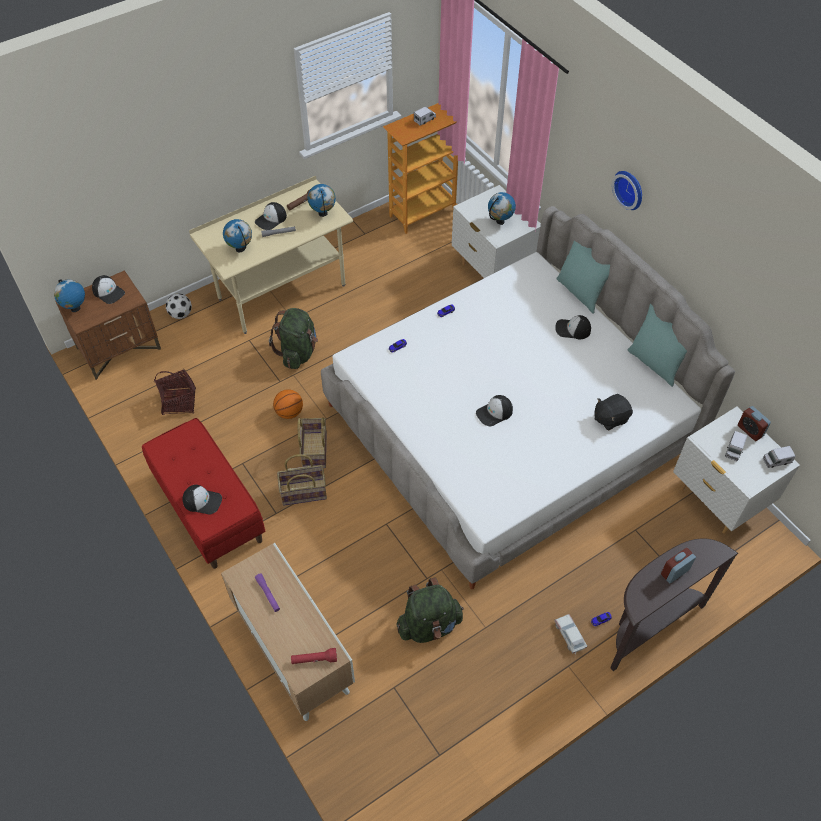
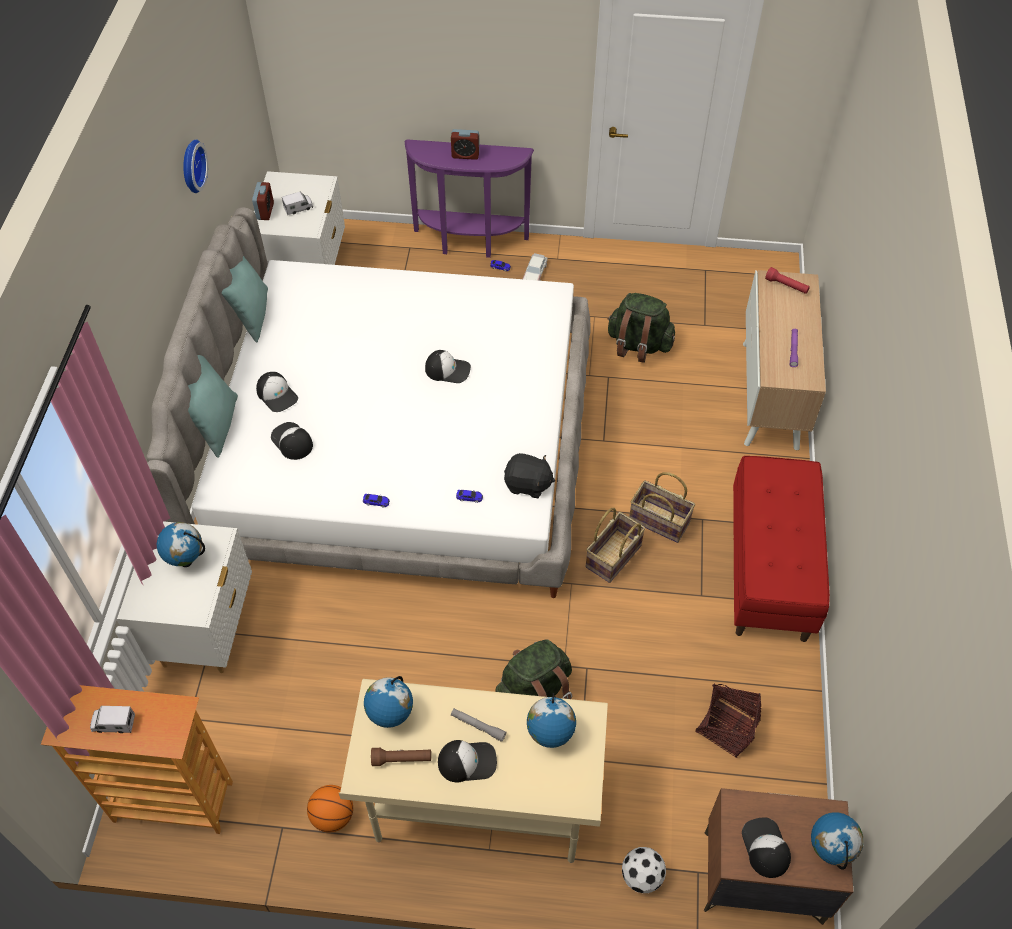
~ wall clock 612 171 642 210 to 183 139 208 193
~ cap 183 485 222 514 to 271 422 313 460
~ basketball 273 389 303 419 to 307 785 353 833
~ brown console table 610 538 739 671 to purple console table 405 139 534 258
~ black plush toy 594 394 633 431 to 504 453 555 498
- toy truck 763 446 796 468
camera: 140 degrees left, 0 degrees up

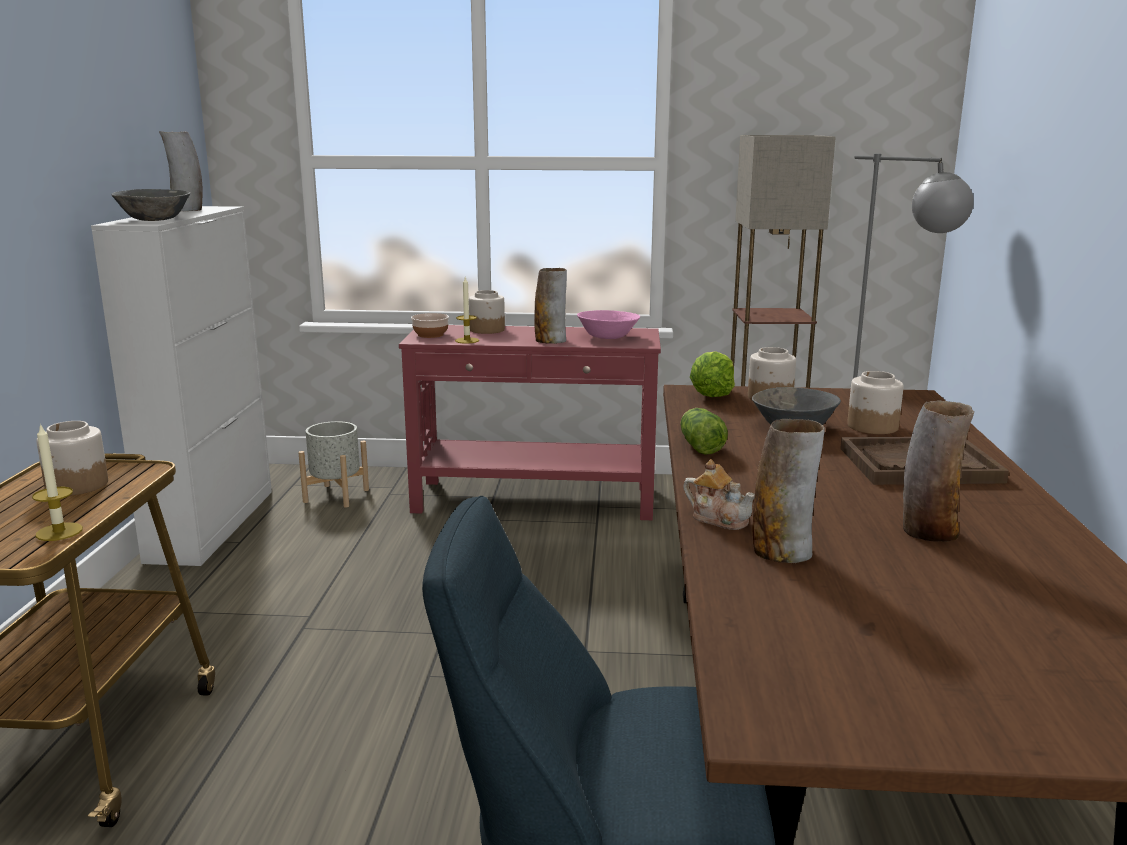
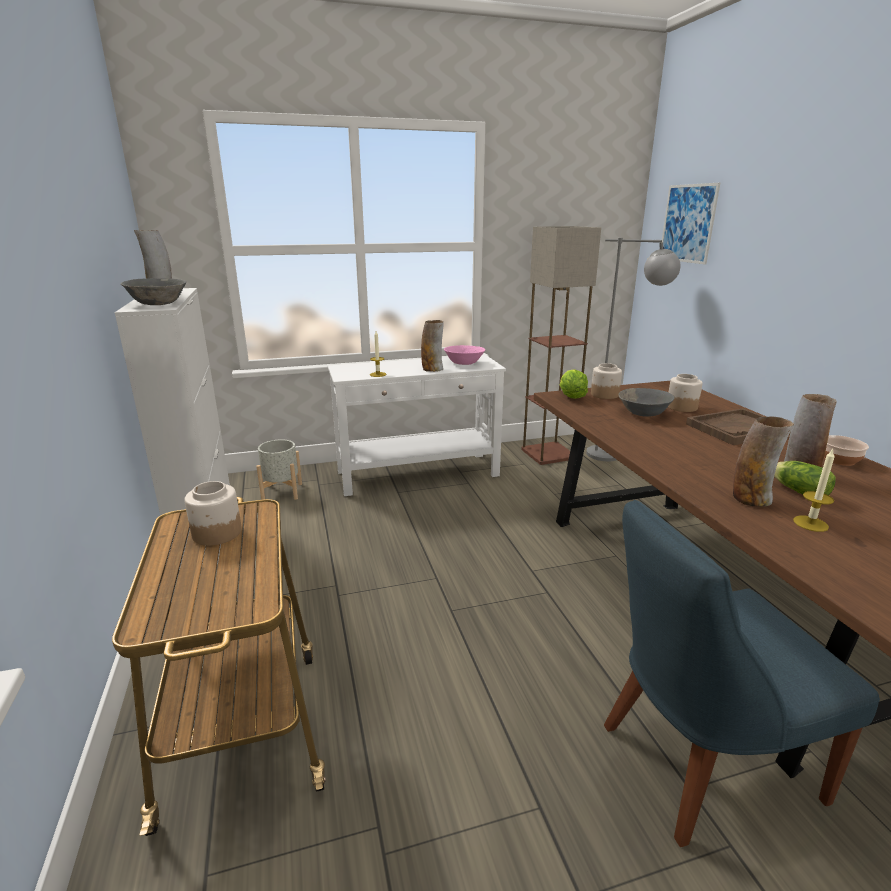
~ red console table 399 325 661 520 to white console table 328 354 506 496
+ picture 662 183 720 265
~ lettuce 680 408 728 455 to 774 461 836 495
~ candle 32 423 83 541 to 793 449 835 532
~ bowl 411 313 449 338 to 824 435 869 466
- jar 469 290 505 334
- teapot 683 459 755 530
camera: 20 degrees left, 5 degrees up

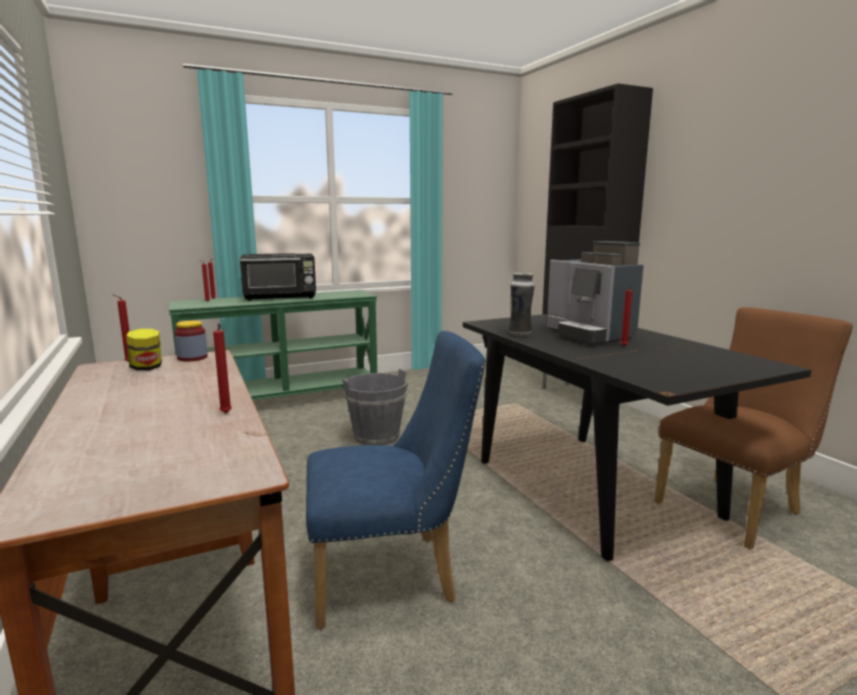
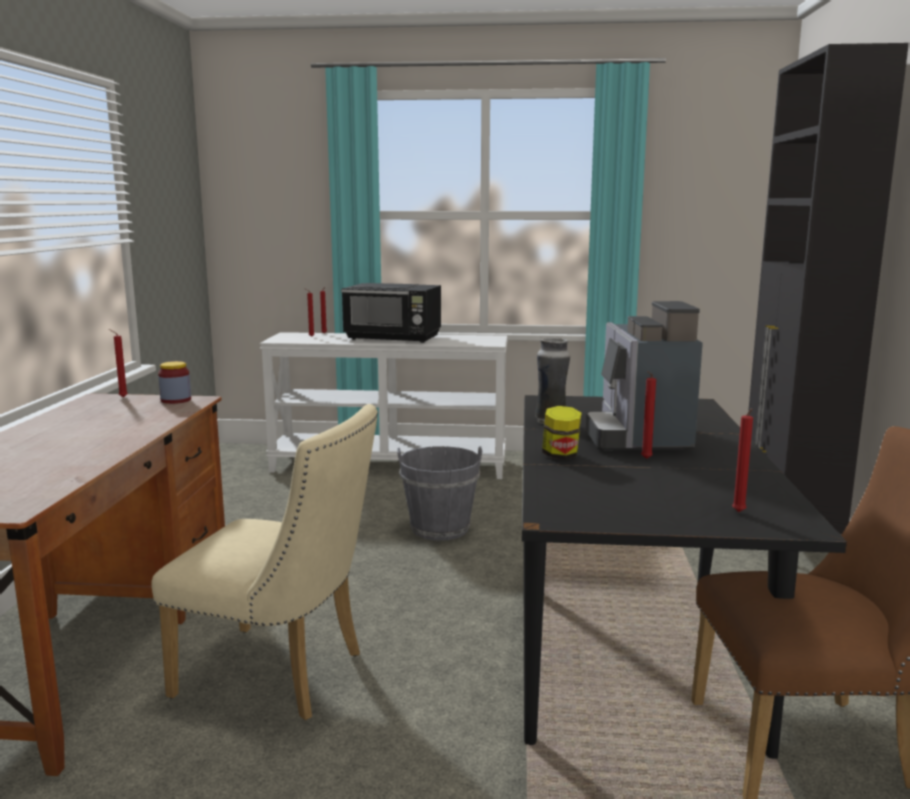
~ blue chair 306 331 485 629 to beige chair 151 404 378 720
~ green console table 169 290 377 401 to white console table 259 332 508 479
~ jar 126 329 162 371 to 542 406 581 460
~ red candle 213 323 232 413 to 732 409 753 512
camera: 30 degrees right, 0 degrees up

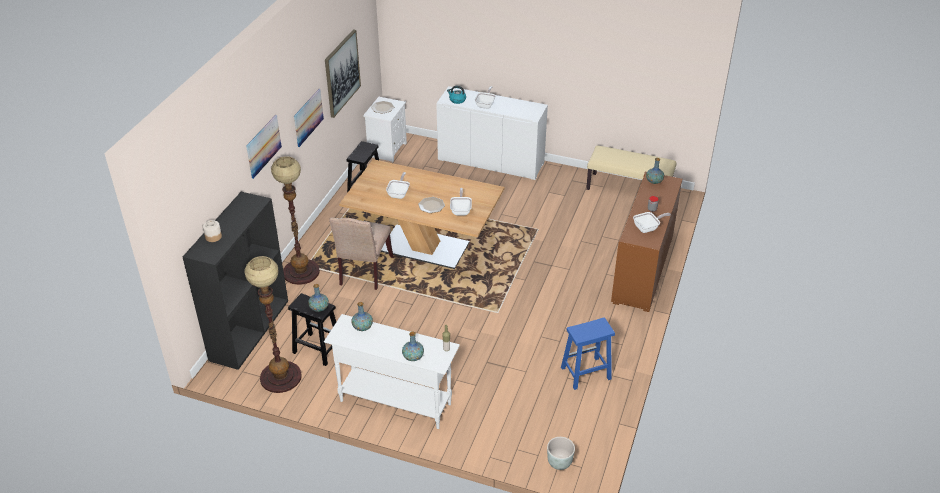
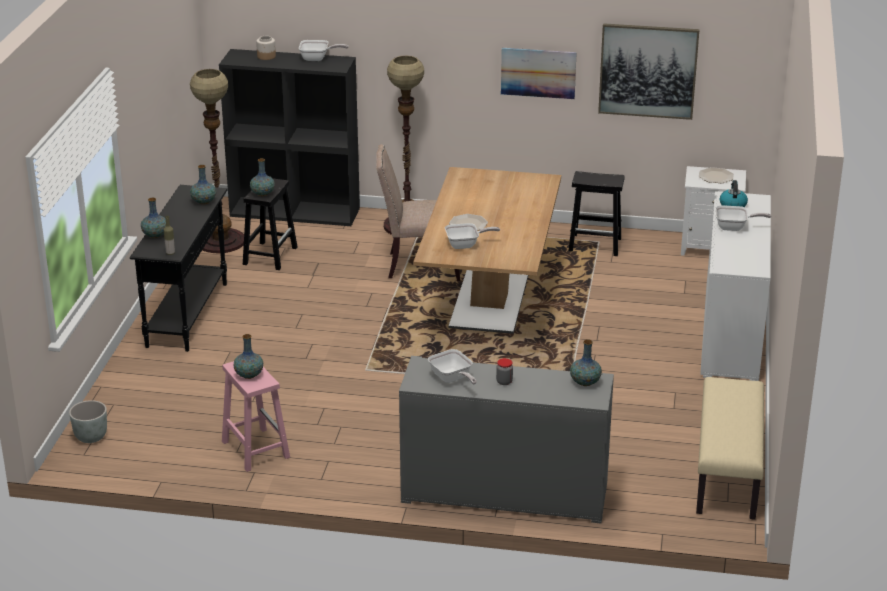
~ white console table 324 314 460 429 to black console table 130 185 228 352
~ blue stool 561 317 615 390 to pink stool 222 361 290 472
+ vase 233 334 263 379
~ frying pan 386 172 410 199 to 299 40 348 61
~ brown cabinet 611 172 683 312 to grey cabinet 399 356 614 524
- picture 246 115 282 179
camera: 80 degrees right, 10 degrees down

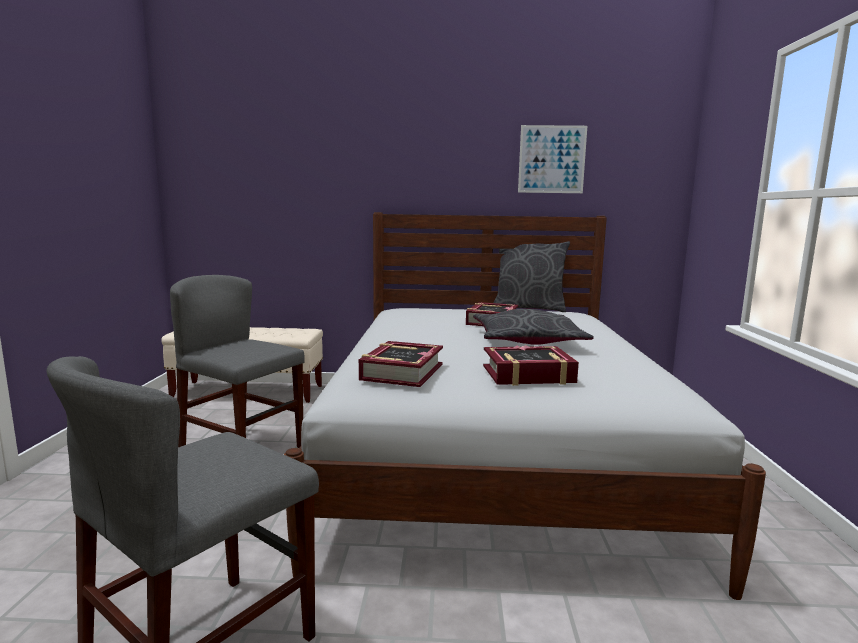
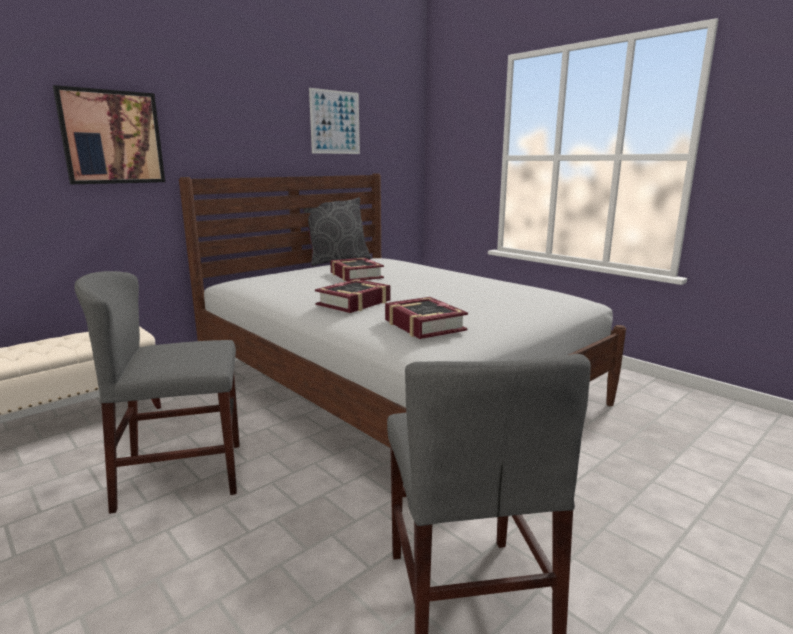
+ picture 53 85 165 184
~ book 483 345 579 386 to 315 279 391 313
- grey pillow 473 309 594 345
camera: 45 degrees left, 5 degrees up

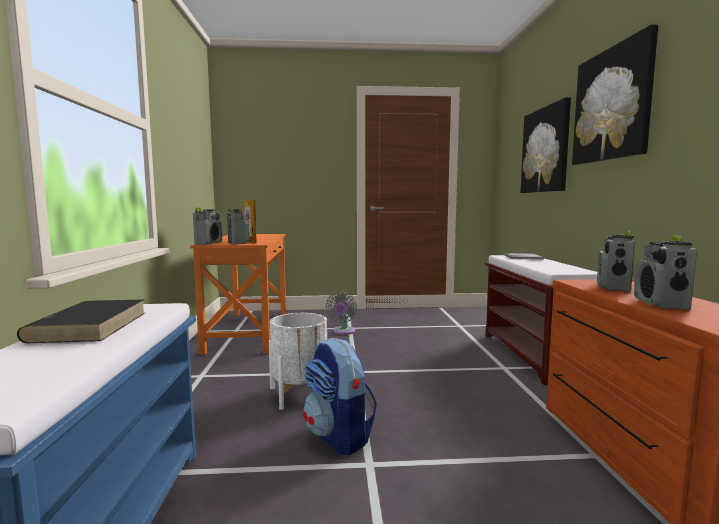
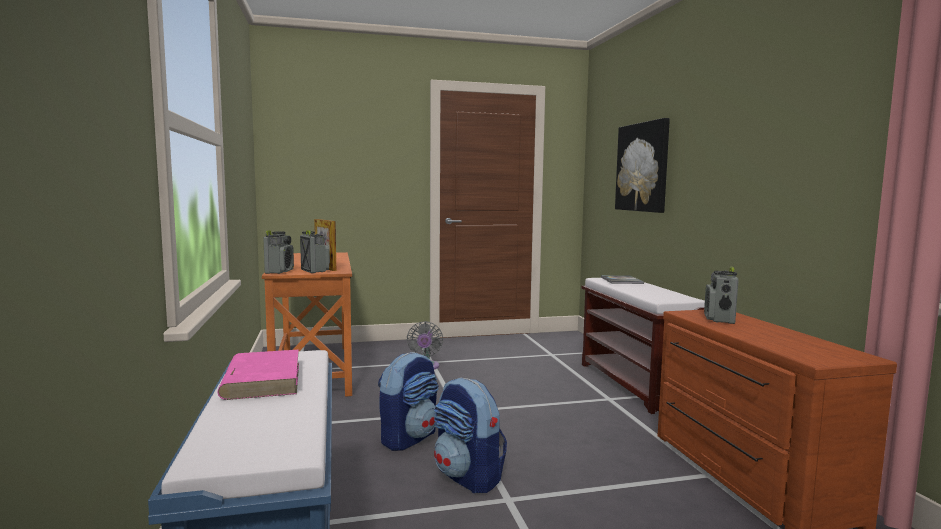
~ black book 17 299 145 343 to pink book 217 349 299 400
~ white planter 269 313 327 410 to backpack 378 352 439 451
- picture 572 24 658 165
- radio 634 235 697 310
camera: 10 degrees left, 0 degrees up

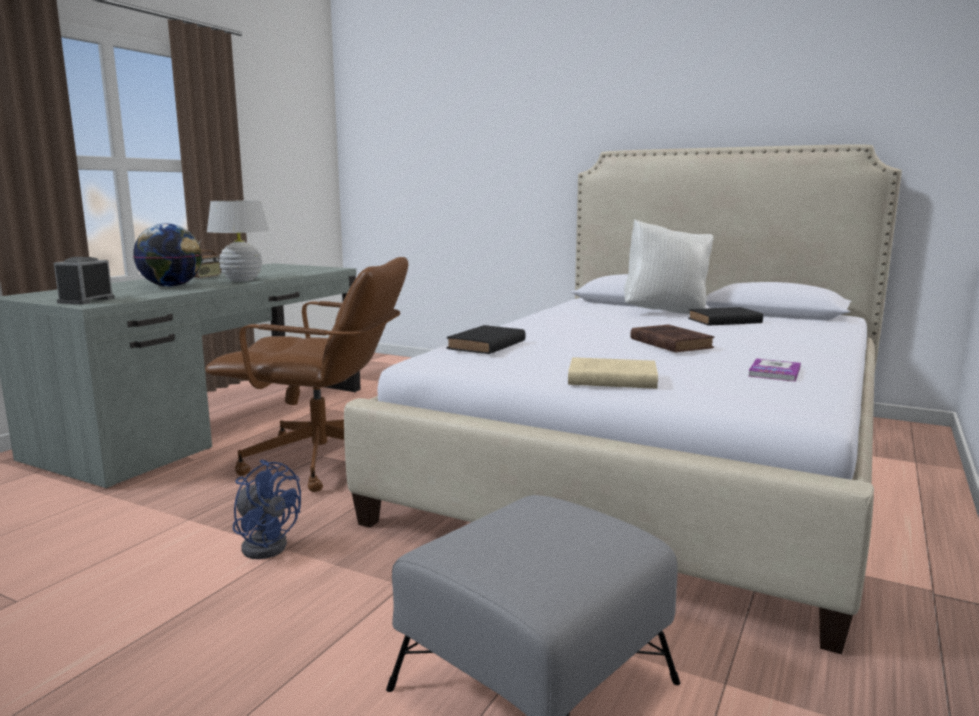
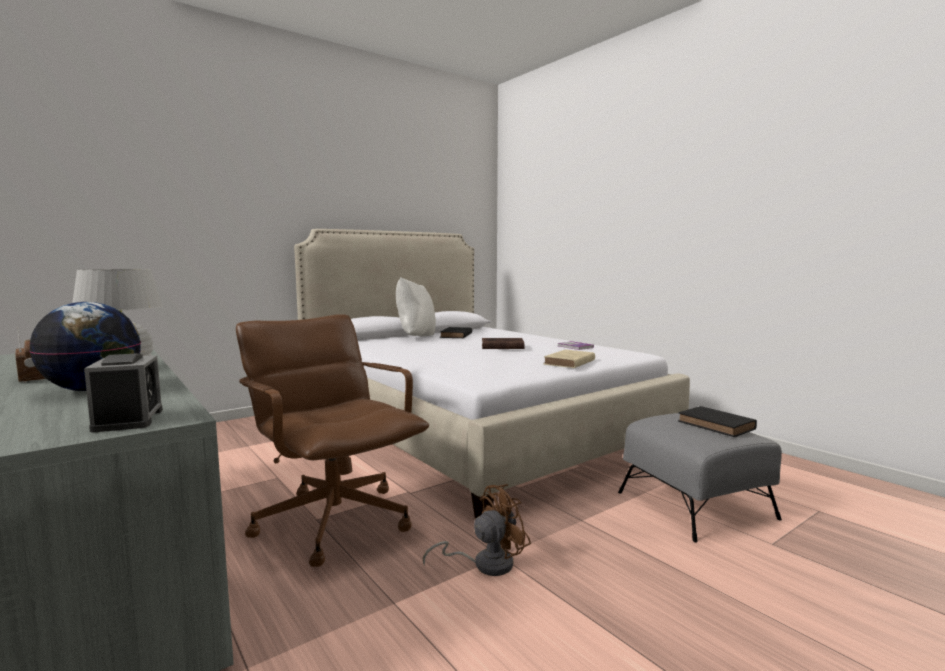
~ alarm clock 54 257 115 305 = 84 353 163 432 150 degrees counterclockwise
~ brown office chair 205 257 408 492 = 236 314 429 567 75 degrees counterclockwise
~ blue fan 233 459 301 559 to brown fan 423 484 531 576
~ black book 446 325 526 354 to 678 406 757 437
camera: 65 degrees left, 5 degrees down

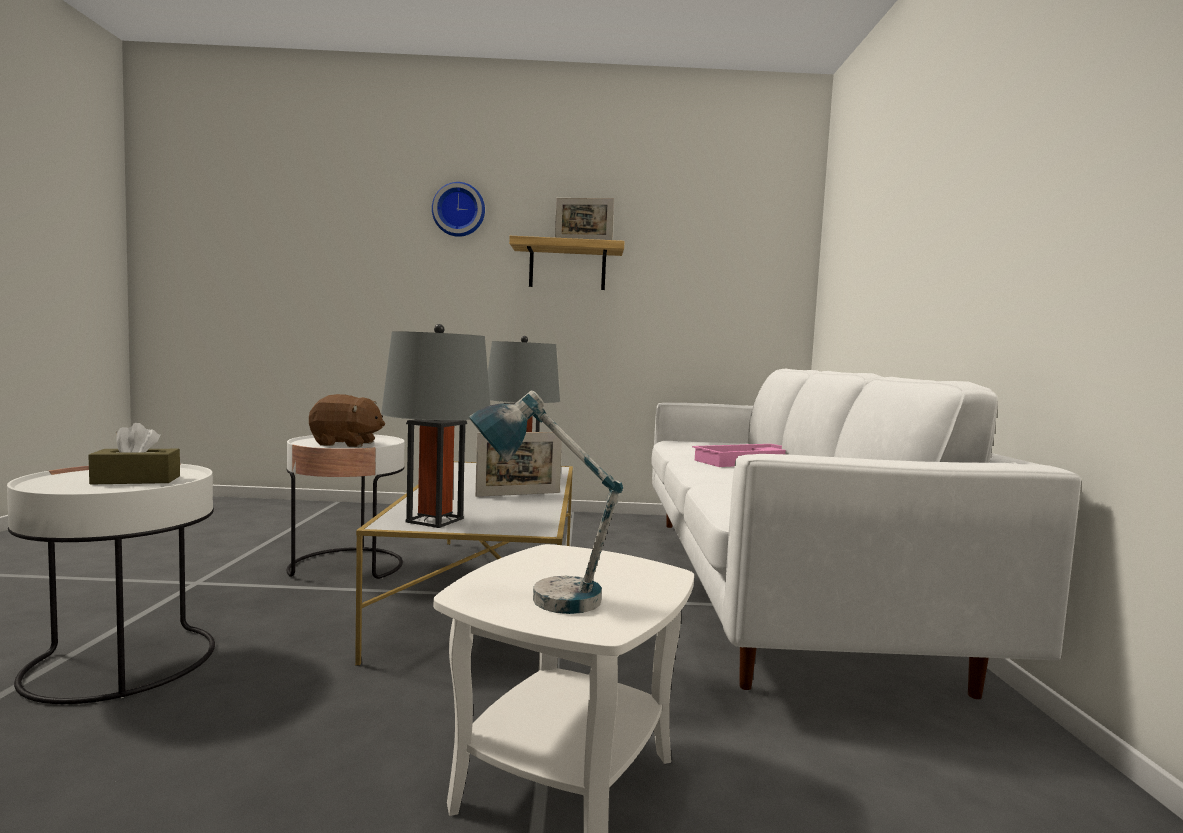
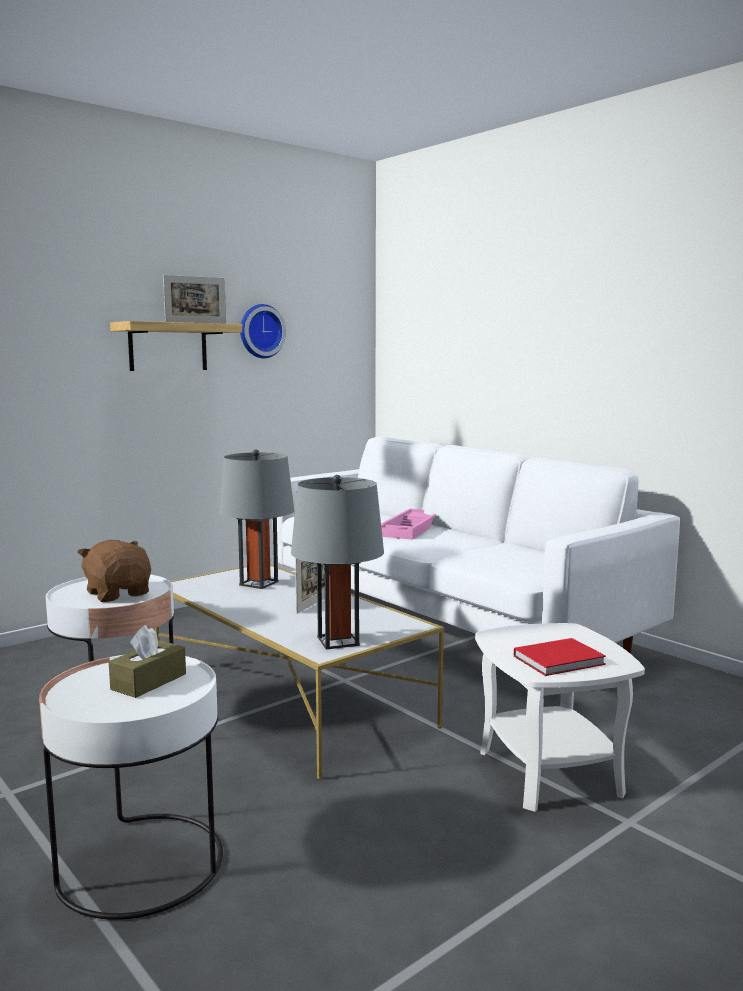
~ brown plush toy 309 394 385 447 = 77 540 151 602 90 degrees counterclockwise
~ wall clock 432 182 485 237 to 240 304 286 358
~ table lamp 469 391 623 614 to red book 514 638 606 676
camera: 40 degrees left, 5 degrees up

